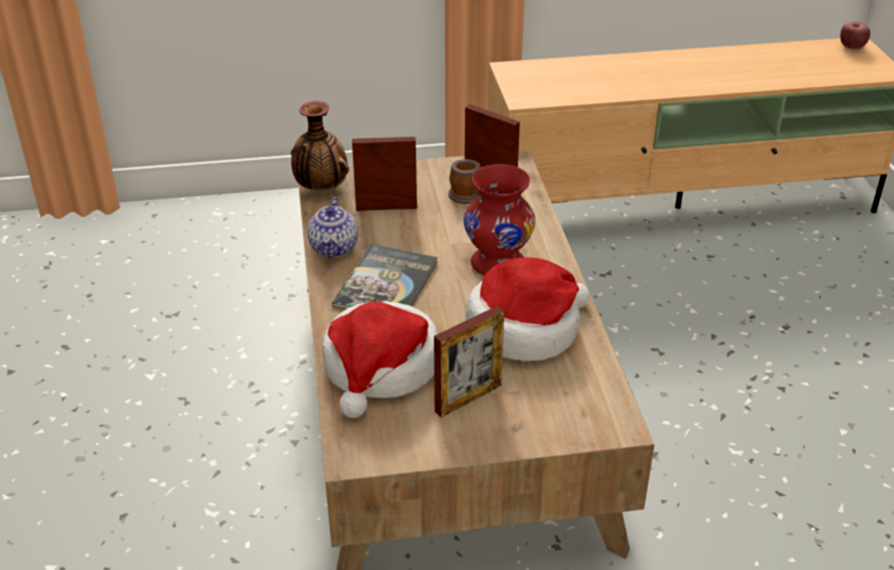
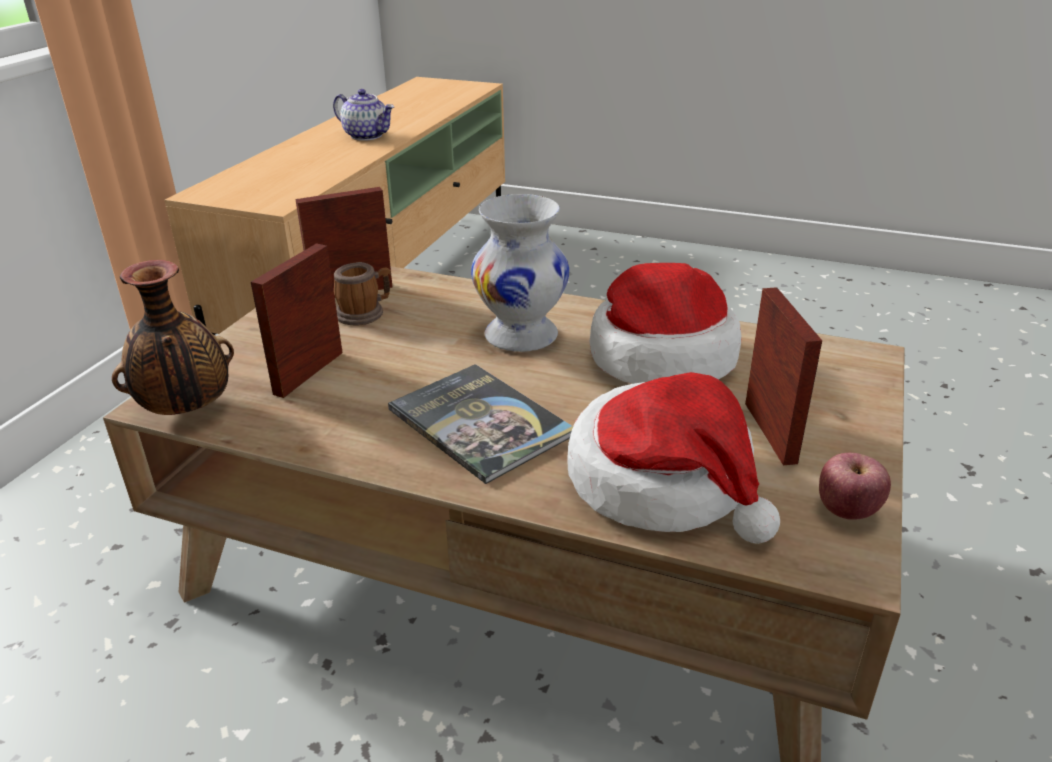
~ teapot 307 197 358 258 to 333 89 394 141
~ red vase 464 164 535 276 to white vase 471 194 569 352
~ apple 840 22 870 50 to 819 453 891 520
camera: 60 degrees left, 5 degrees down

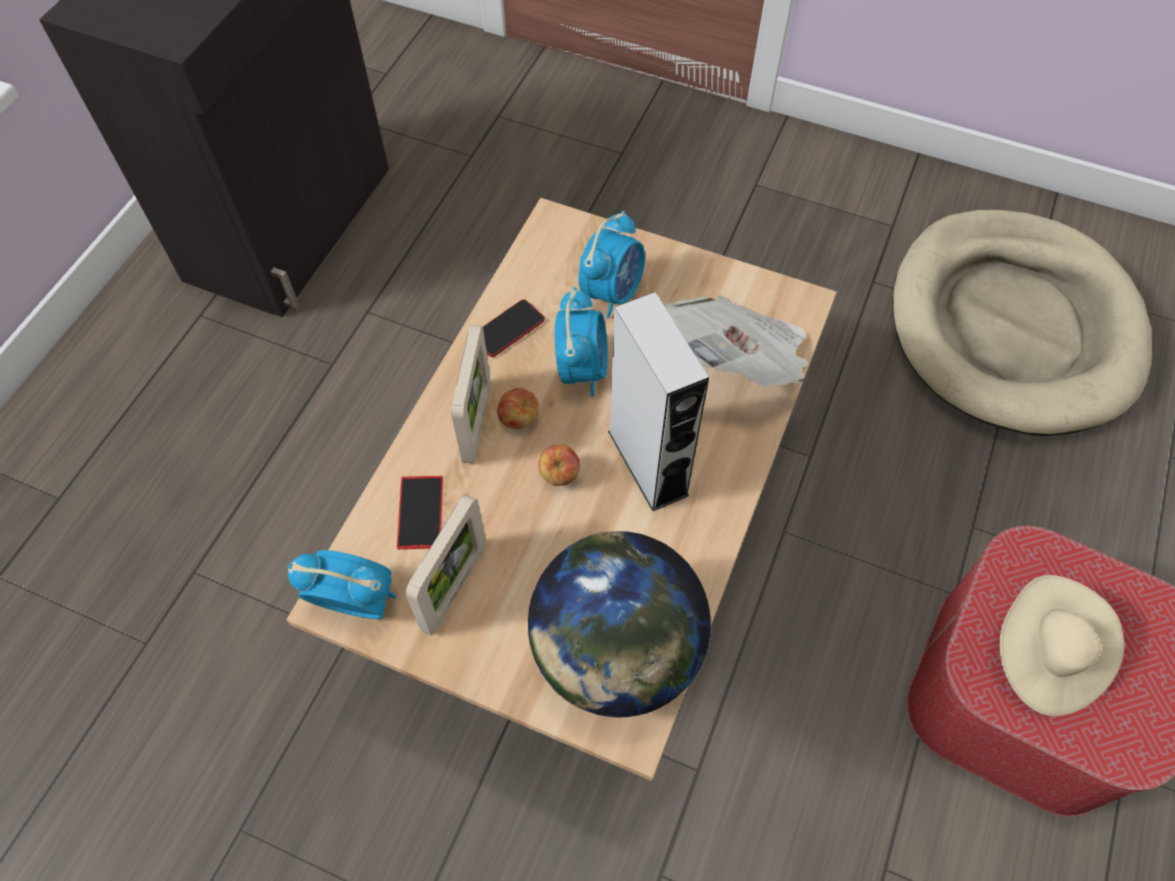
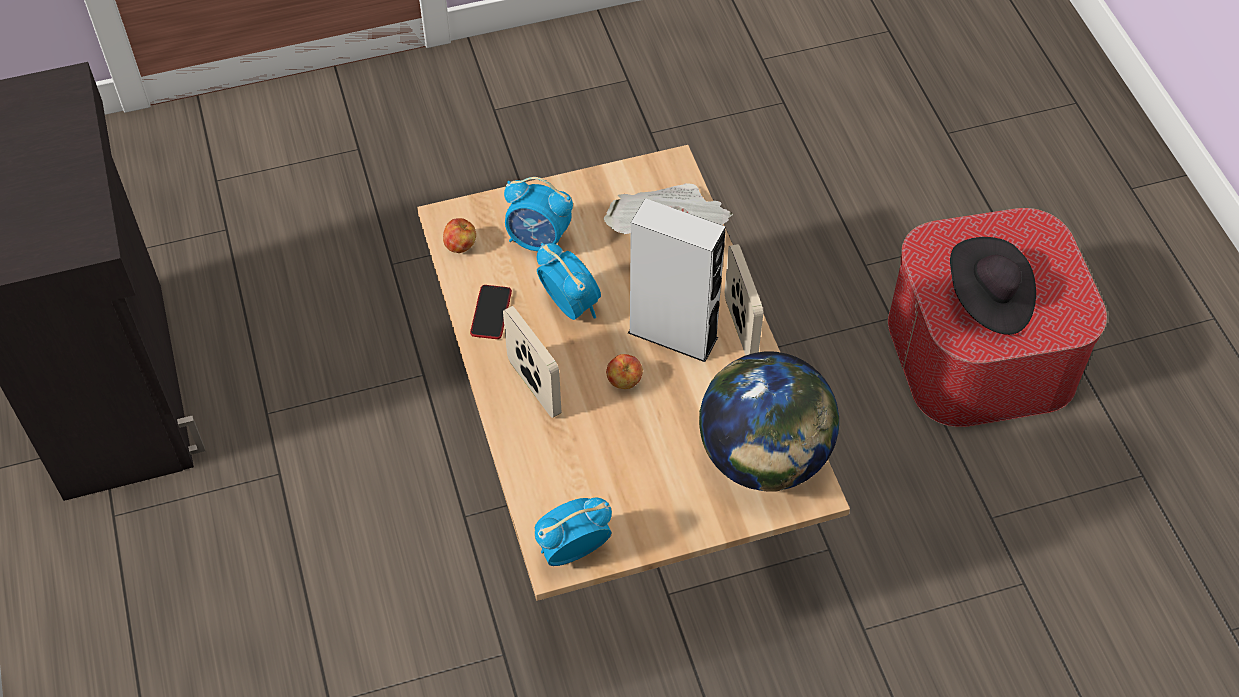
~ apple 497 388 539 429 to 443 218 476 253
~ alarm clock 579 211 645 318 = 504 177 573 251 120 degrees clockwise
~ picture frame 405 494 486 635 to 725 244 763 355
~ beige hat 1000 575 1124 716 to black hat 950 237 1036 335
- phone 397 476 443 549
- beige dog bed 892 210 1152 436
camera: 40 degrees left, 5 degrees down

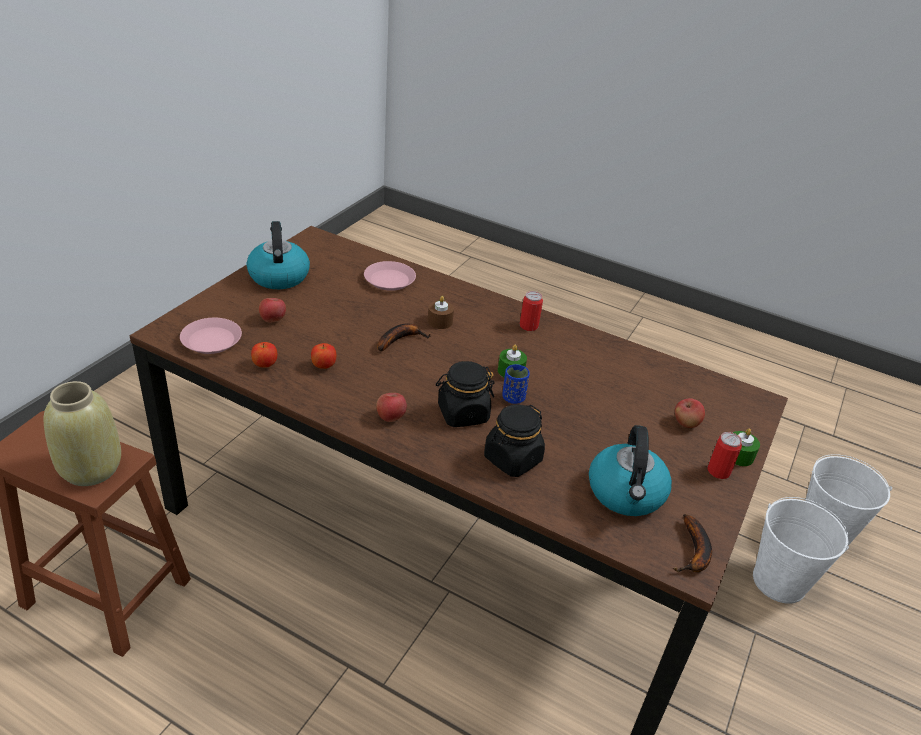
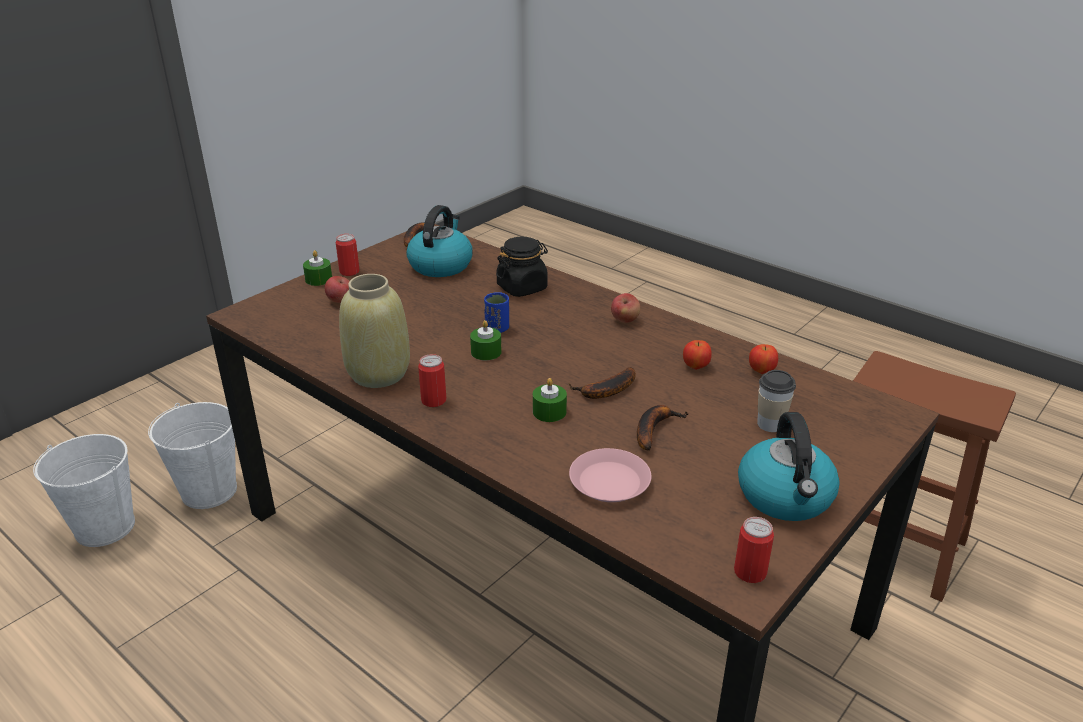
~ beige vase 44 381 121 486 to 339 274 410 388
~ brown candle 427 296 454 329 to green candle 533 378 567 422
+ banana 637 405 689 451
+ can 734 517 774 583
~ apple 259 298 286 323 to cup 757 370 796 432
- pink plate 180 318 242 354
- black jar 436 361 495 427
camera: 165 degrees left, 5 degrees down

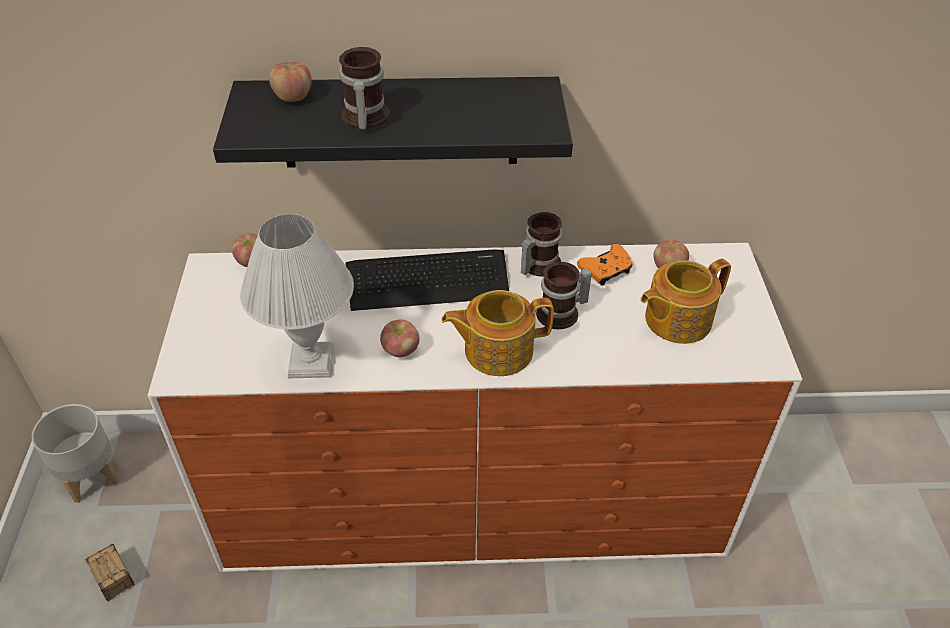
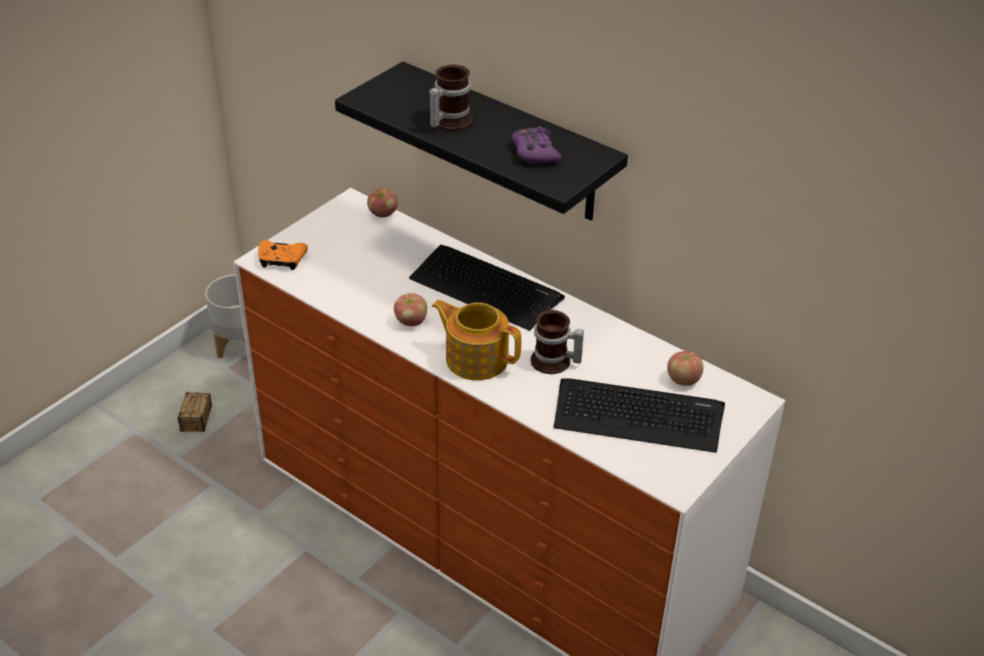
~ orange game controller 577 244 633 286 to 258 240 308 270
+ purple game controller 512 126 562 164
~ teapot 641 258 731 344 to keyboard 554 378 725 453
- white table lamp 240 214 354 378
- apple 269 62 312 102
- mug 521 212 562 276
camera: 40 degrees right, 5 degrees down

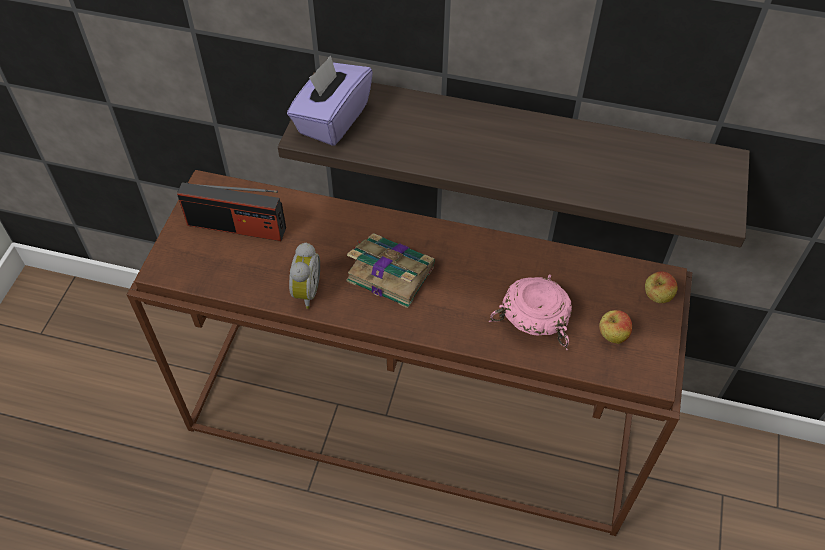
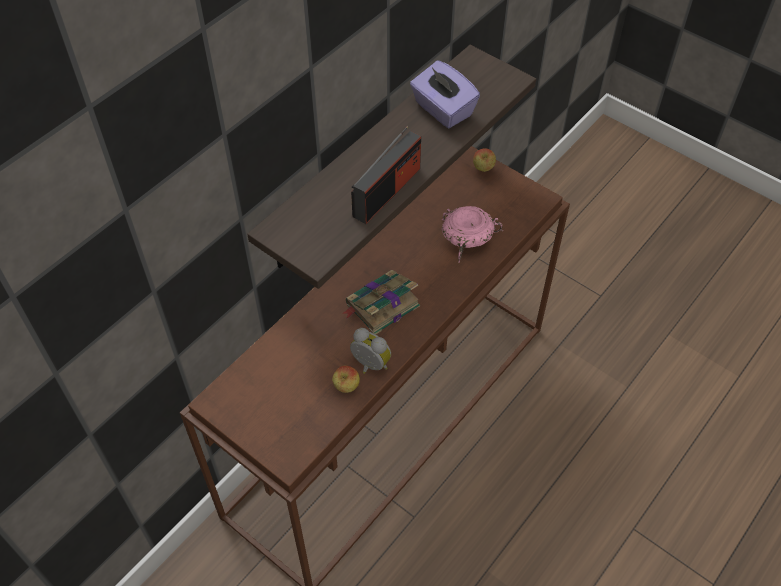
~ apple 599 310 632 344 to 332 366 360 393
~ radio 177 182 286 241 to 351 126 421 224
~ purple tissue box 287 55 373 146 to 410 61 480 128
camera: 65 degrees left, 0 degrees up

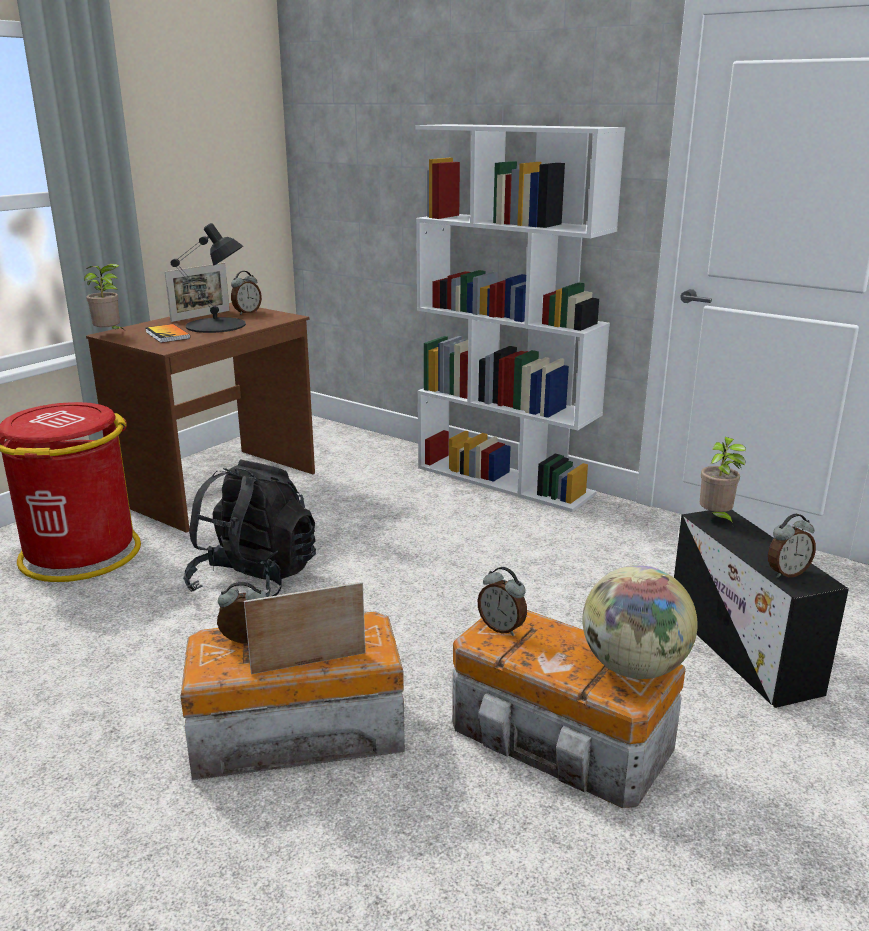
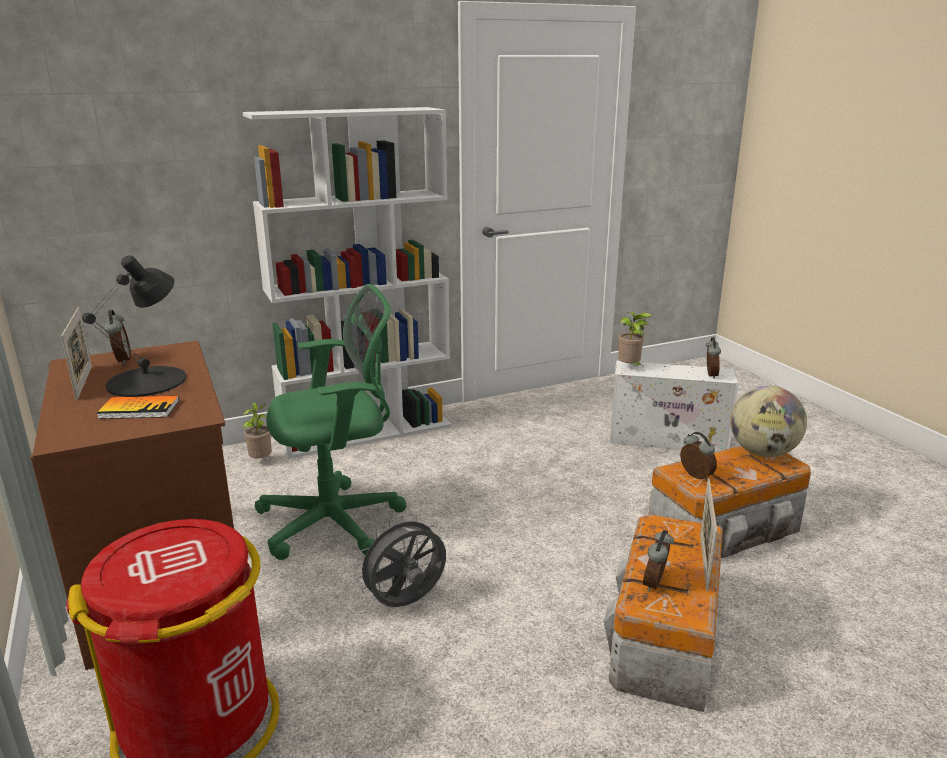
~ potted plant 84 264 123 329 to 242 402 272 458
+ green office chair 255 284 407 560
~ black backpack 183 460 316 597 to grey fan 355 515 446 607
~ black storage box 674 509 849 708 to white storage box 610 361 739 452
~ alarm clock 478 567 527 636 = 680 432 717 481 105 degrees counterclockwise
camera: 60 degrees left, 0 degrees up

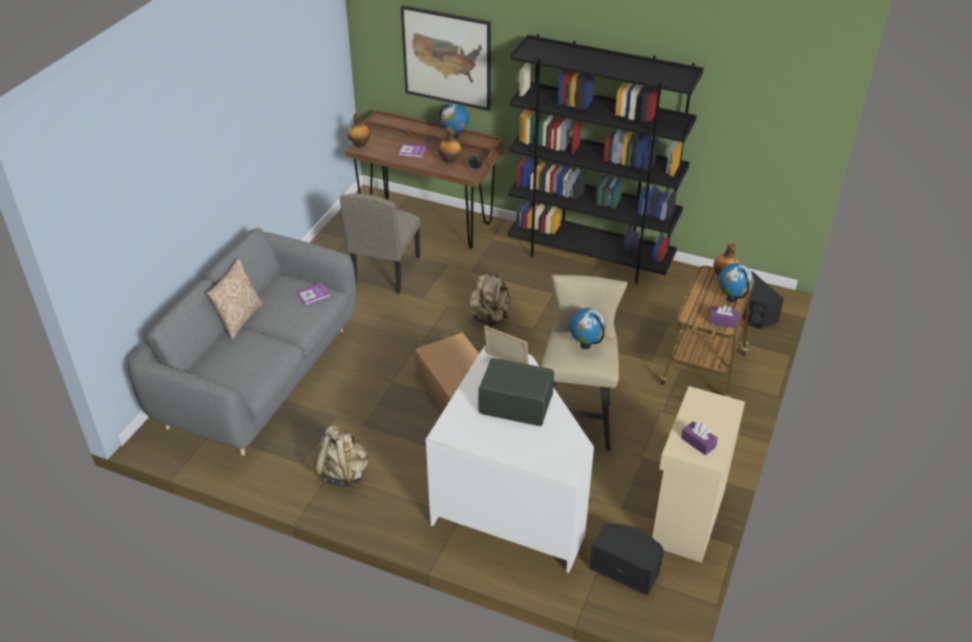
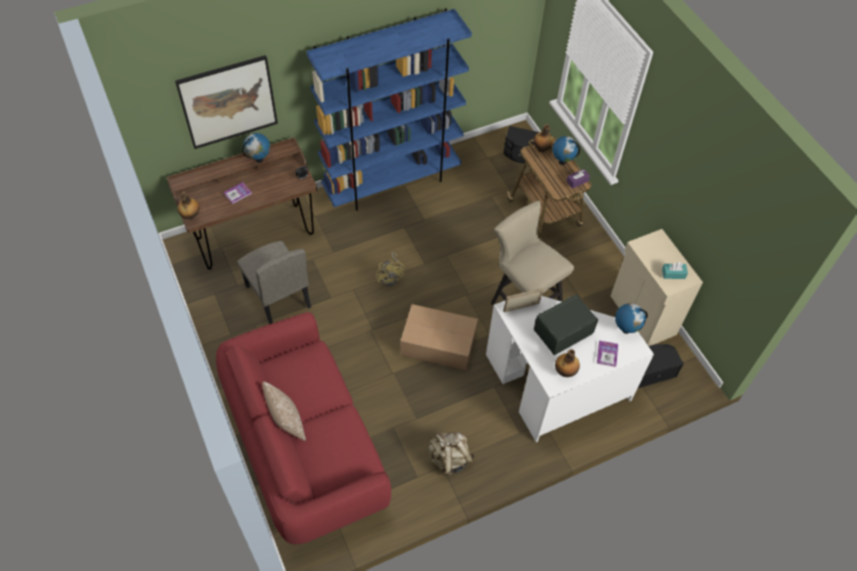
~ grey sofa 128 228 356 456 to red sofa 216 312 391 544
~ black bookcase 508 34 704 284 to blue bookcase 306 8 472 211
~ beige backpack 469 270 511 327 to yellow fan 376 252 405 286
~ bottle 438 127 462 164 to 555 349 580 377
~ book 297 283 330 305 to 597 341 618 367
~ globe 569 308 606 349 to 615 303 648 334
~ purple tissue box 681 421 718 455 to turquoise tissue box 662 262 688 279
camera: 50 degrees left, 15 degrees up

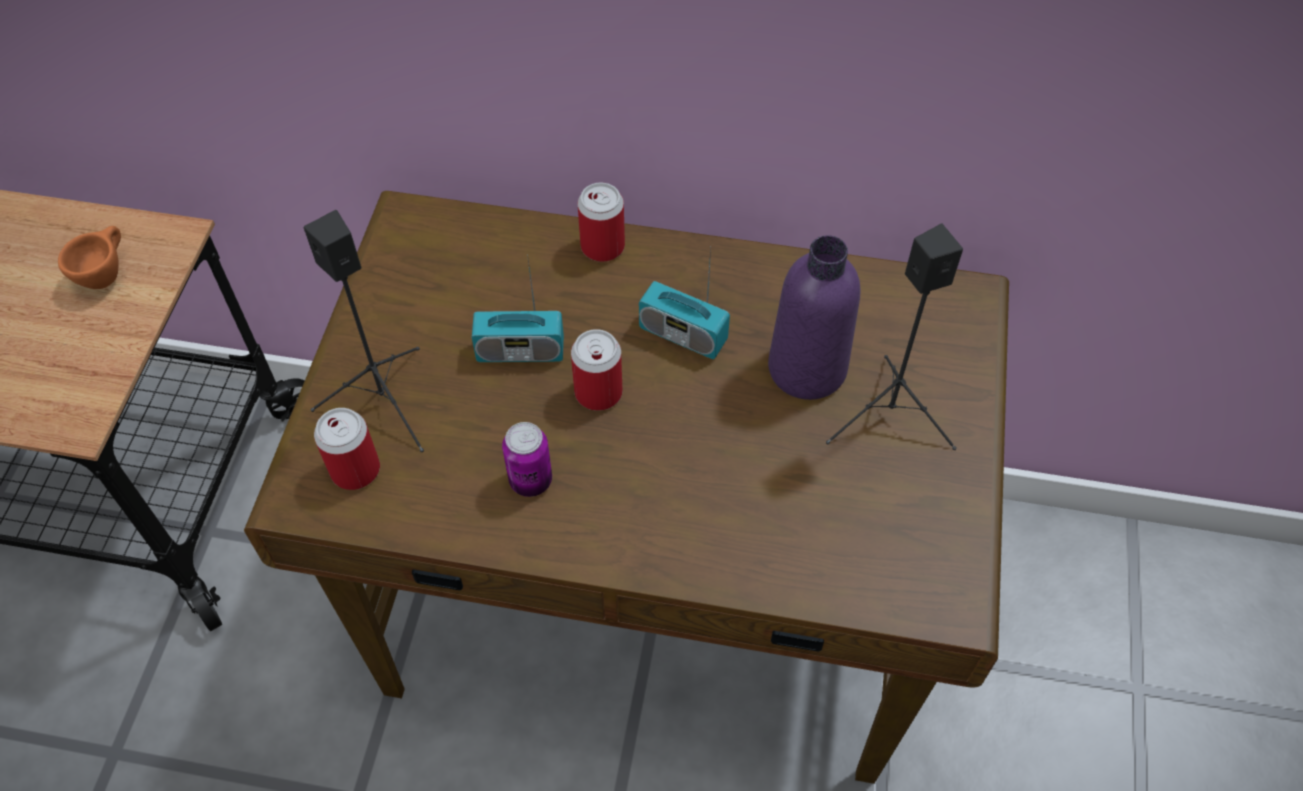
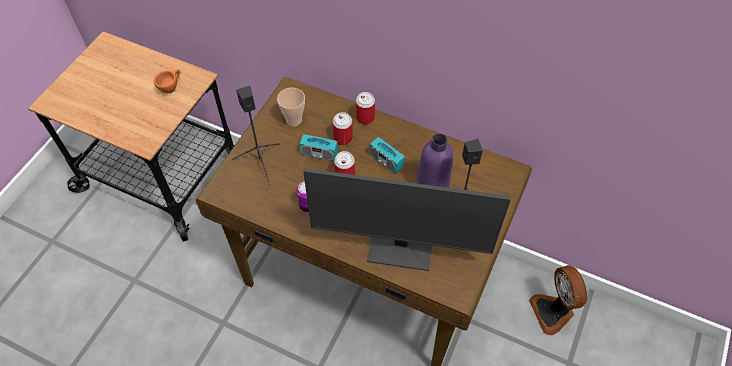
+ cup 277 88 305 127
+ monitor 303 168 511 271
~ can 314 408 380 490 to 333 112 353 145
+ fan 529 265 587 336
camera: 15 degrees right, 0 degrees up

